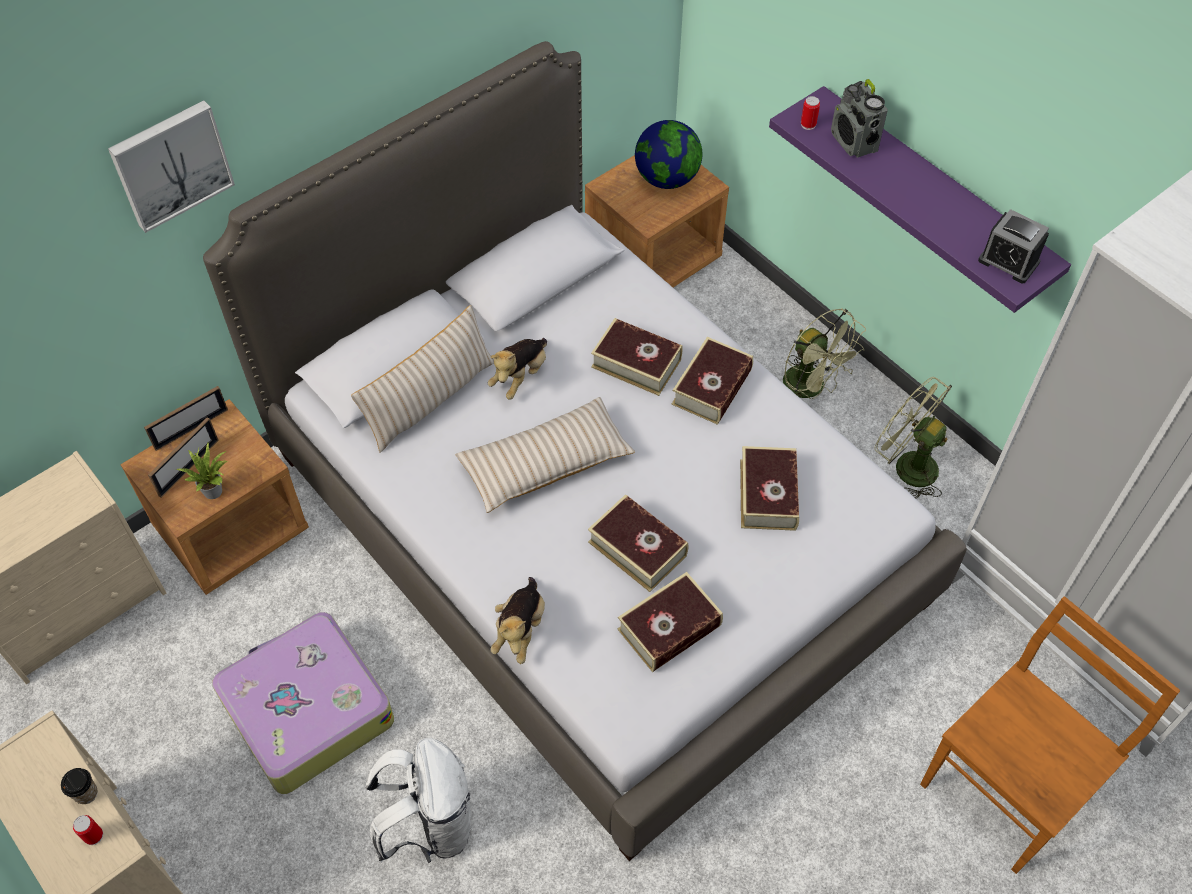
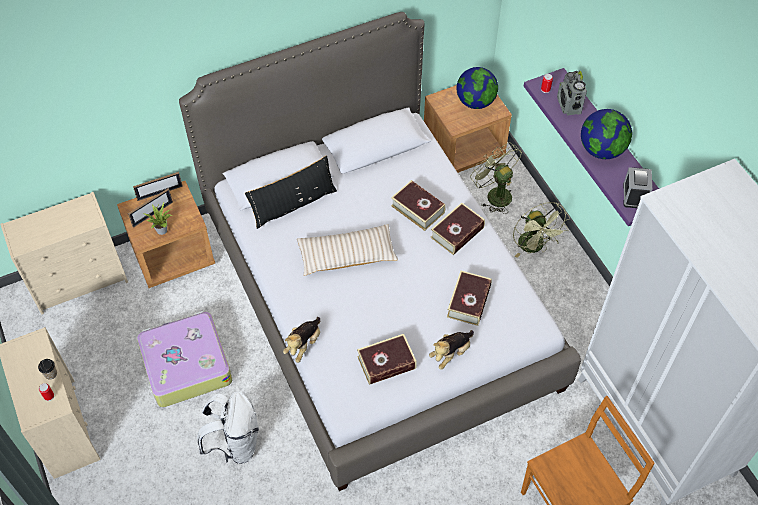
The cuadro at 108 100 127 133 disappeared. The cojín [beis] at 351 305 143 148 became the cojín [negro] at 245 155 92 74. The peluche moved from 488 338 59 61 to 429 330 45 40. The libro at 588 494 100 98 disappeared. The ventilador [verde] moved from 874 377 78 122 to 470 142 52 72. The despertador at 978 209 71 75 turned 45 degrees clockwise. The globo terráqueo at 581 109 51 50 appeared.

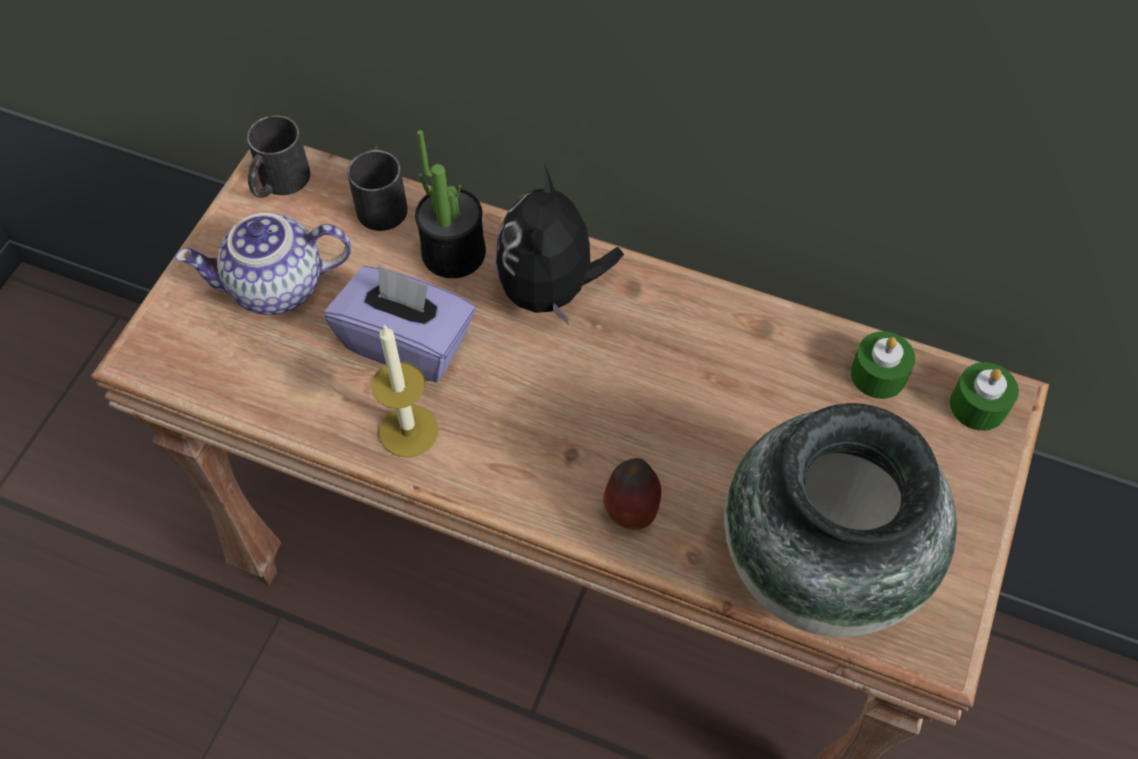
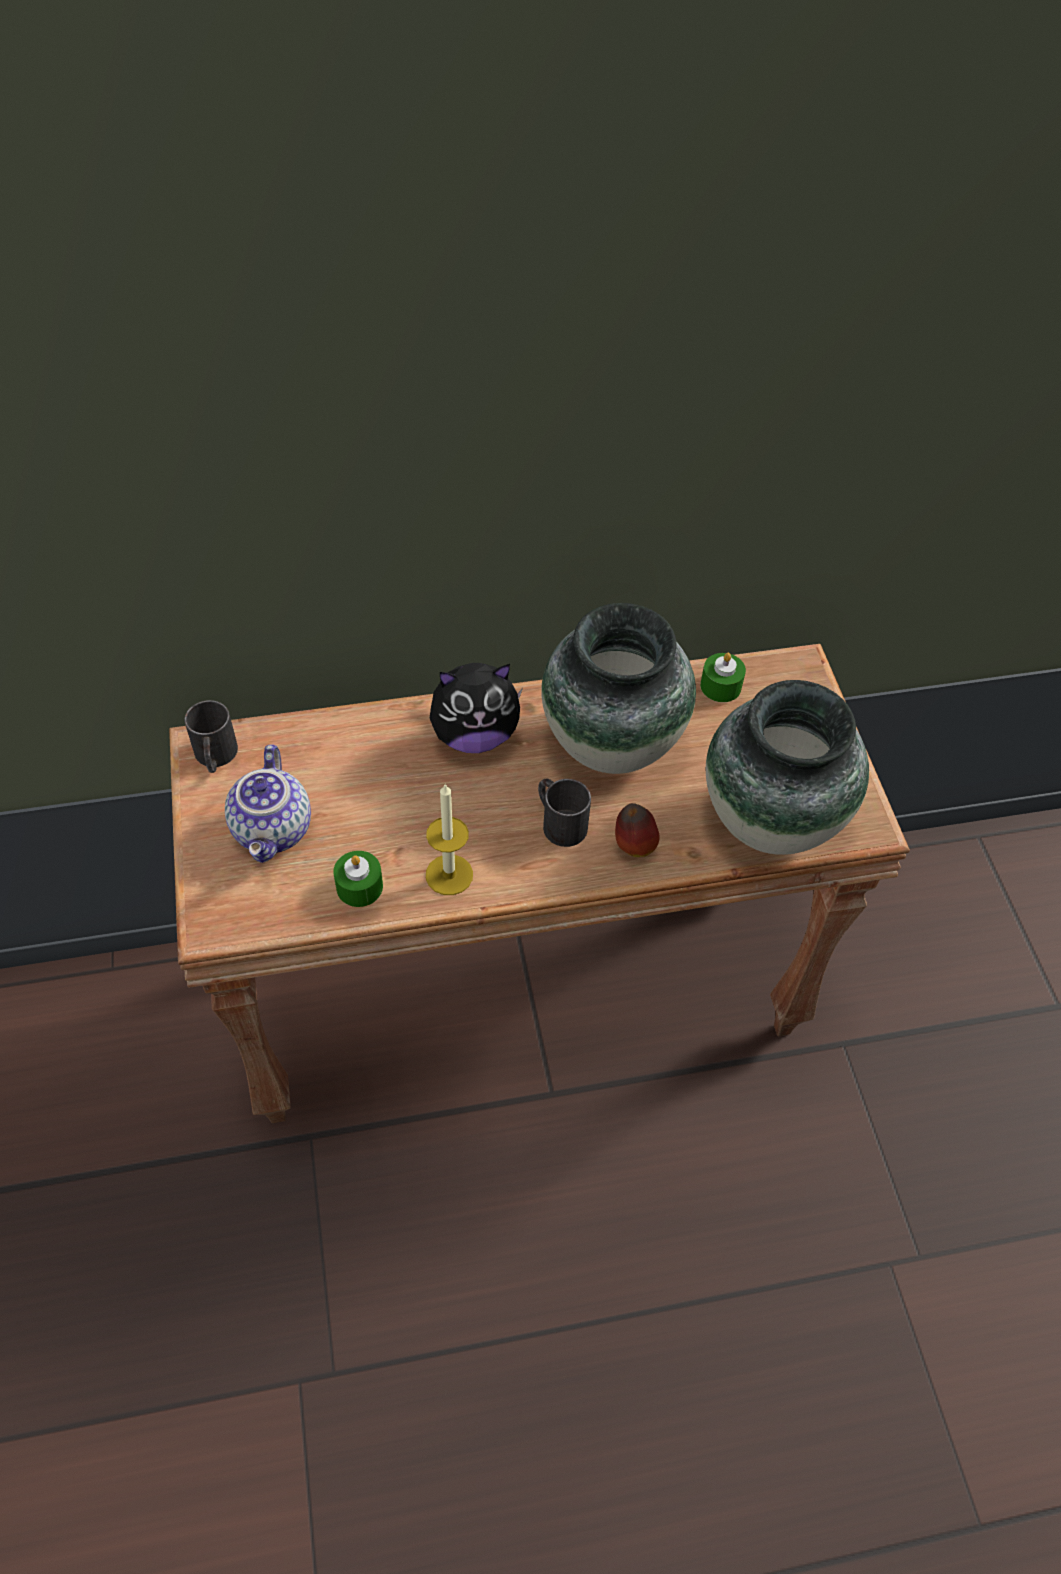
The tetera at 175 213 176 102 turned 45 degrees counterclockwise. The caja de pañuelos [morado] at 325 264 151 118 disappeared. The taza grande [negro] moved from 347 145 61 86 to 538 779 53 68. The planta en maceta at 415 130 71 148 disappeared. The peluche at 496 164 128 161 turned 75 degrees counterclockwise. The vela [verde] moved from 950 362 69 69 to 333 851 50 56. The florero at 542 603 154 171 appeared.

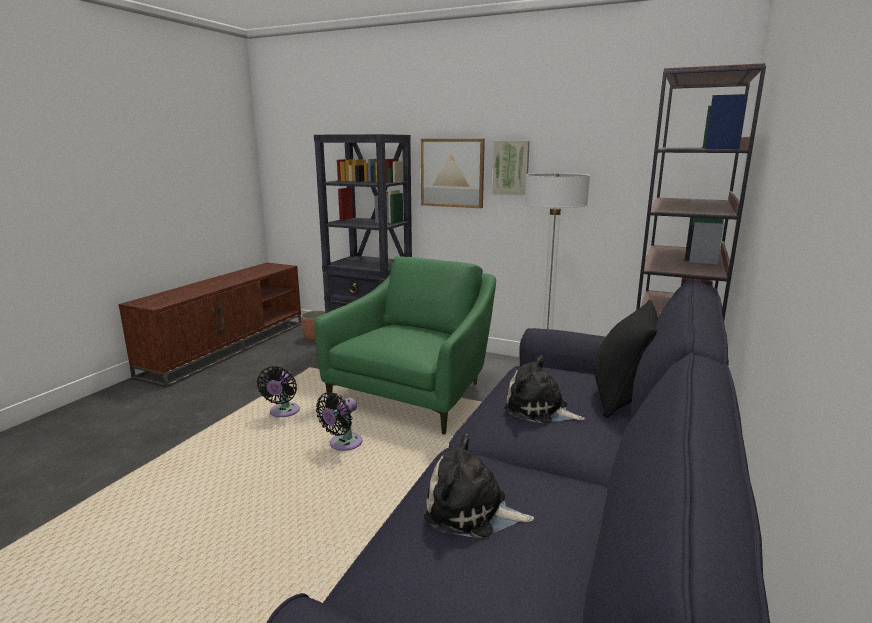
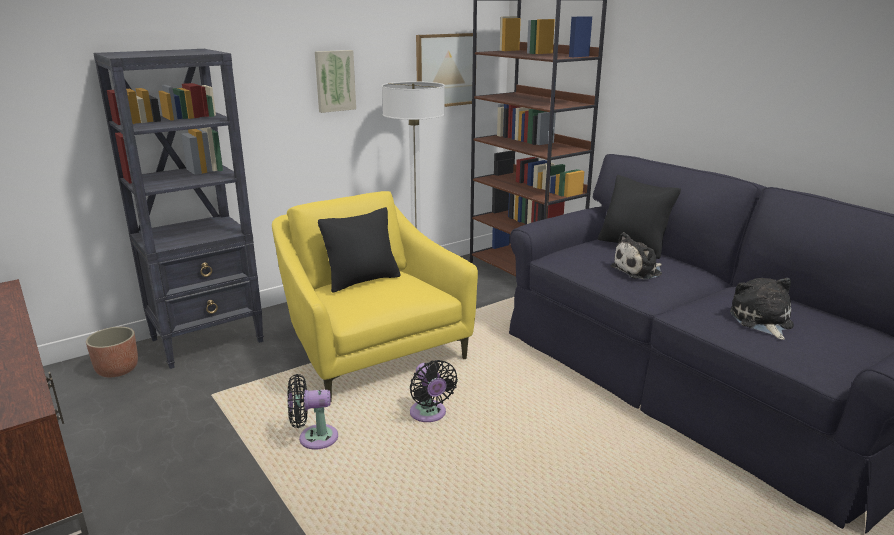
The ventilador [negro] at 257 366 43 51 turned 135 degrees clockwise. The sillón [verde] at 314 256 182 179 became the sillón [amarillo] at 272 191 206 211. The cuadro moved from 421 139 64 69 to 416 33 61 74. The peluche at 424 434 110 104 turned 135 degrees clockwise. The cojín [negro] at 318 207 82 86 appeared.

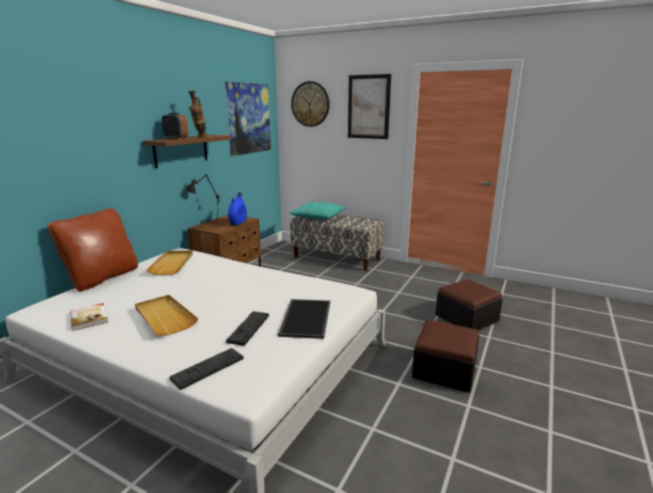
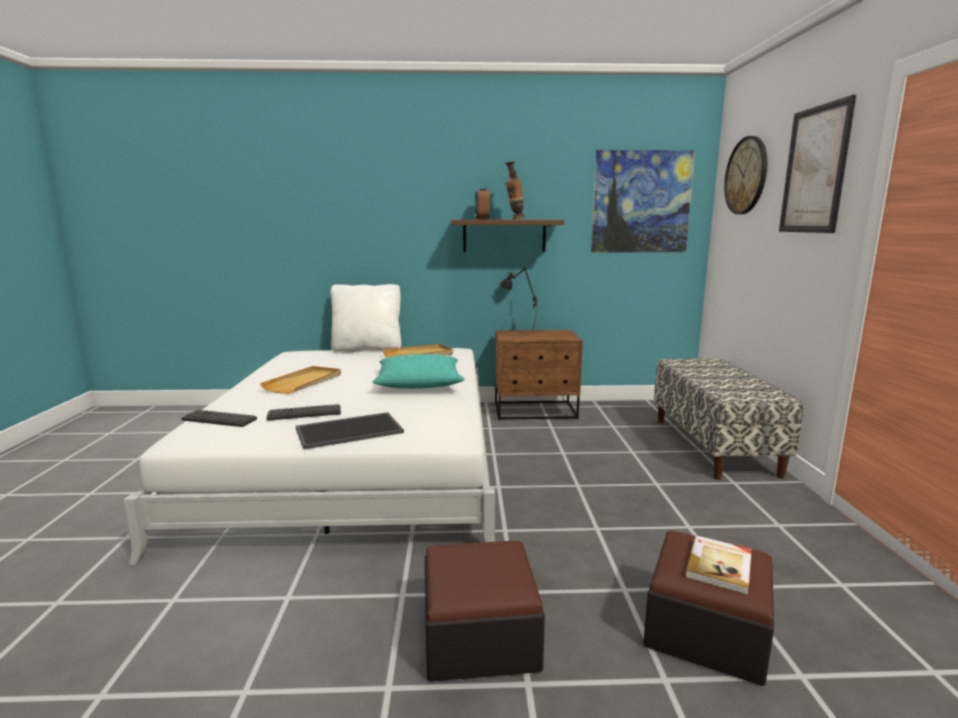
The cojín [marrón] at 48 208 90 84 became the cojín [blanco] at 331 284 70 69. The libro moved from 70 303 38 28 to 685 535 67 60. The florero [azul] at 228 192 19 33 disappeared. The cojín [turquesa] moved from 289 202 57 18 to 373 354 92 35.

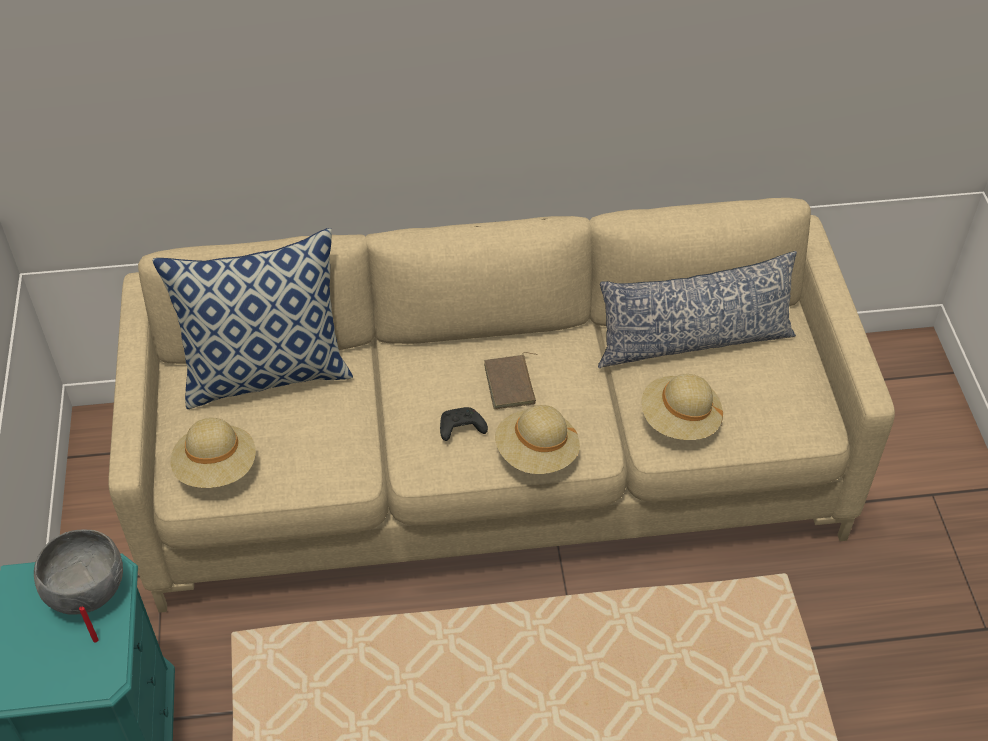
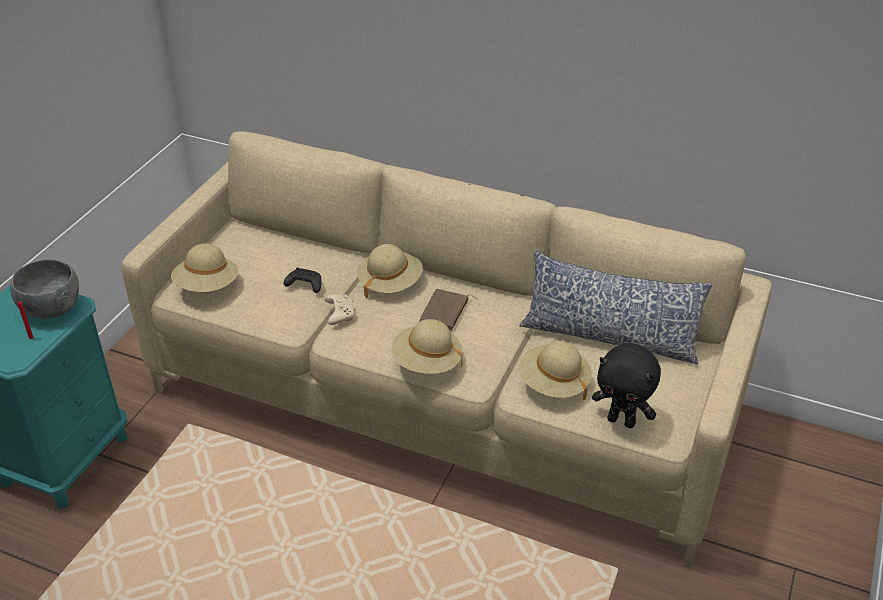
The cojín at 152 228 201 181 disappeared. The mando de consola [negro] moved from 440 407 48 34 to 284 268 37 25. The mando de consola [beis] at 325 294 29 31 appeared. The sombrero [beis] at 357 244 66 54 appeared. The peluche [negro] at 592 343 69 85 appeared.

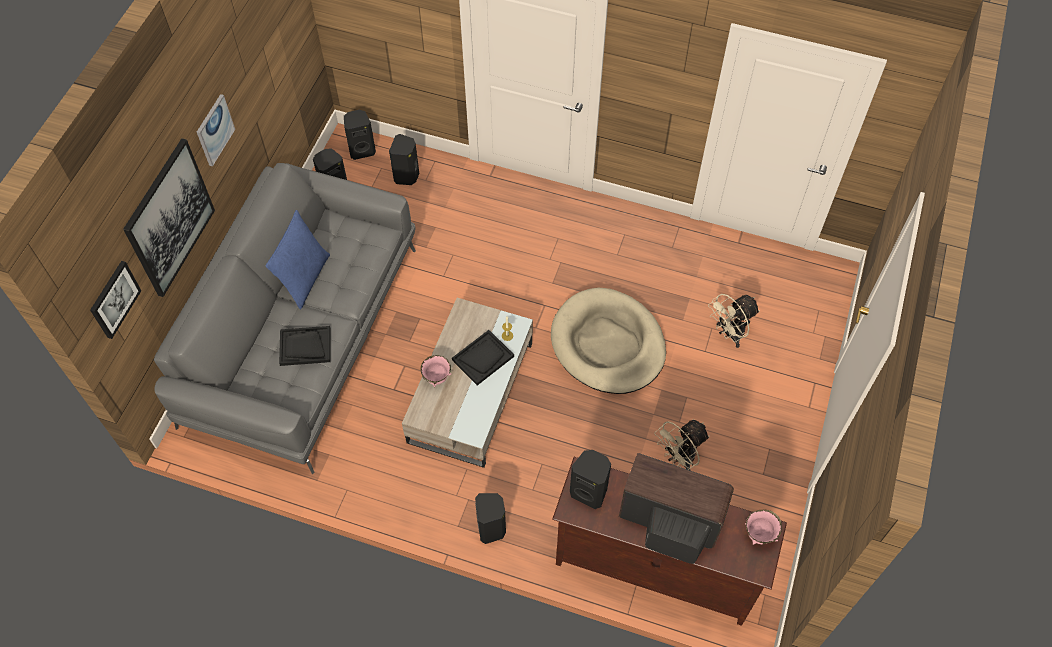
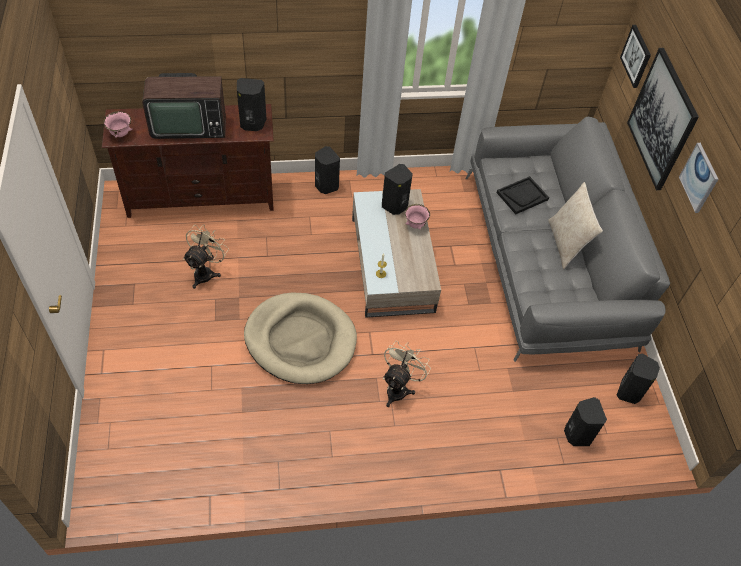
The cojín [azul] at 265 210 65 100 became the cojín [beis] at 548 182 55 87. The altavoz [negro] moved from 344 110 32 50 to 382 164 31 51. The bandeja [negro] at 452 330 62 55 disappeared. The ventilador [beis] moved from 708 294 52 54 to 383 341 48 66.

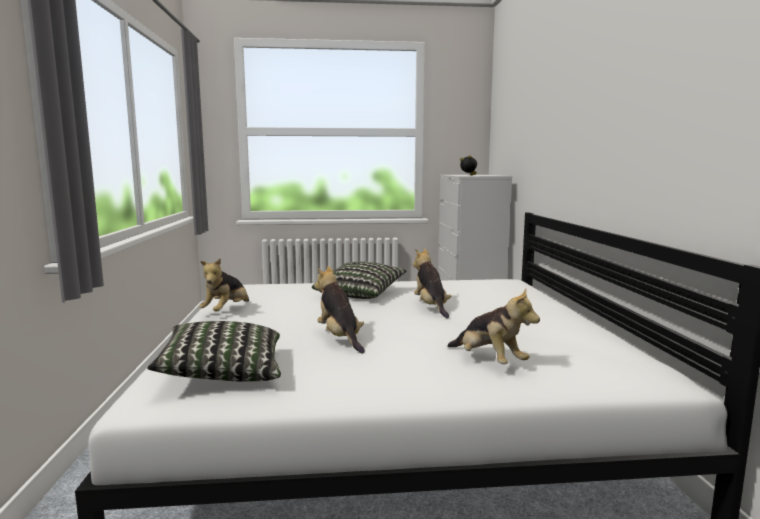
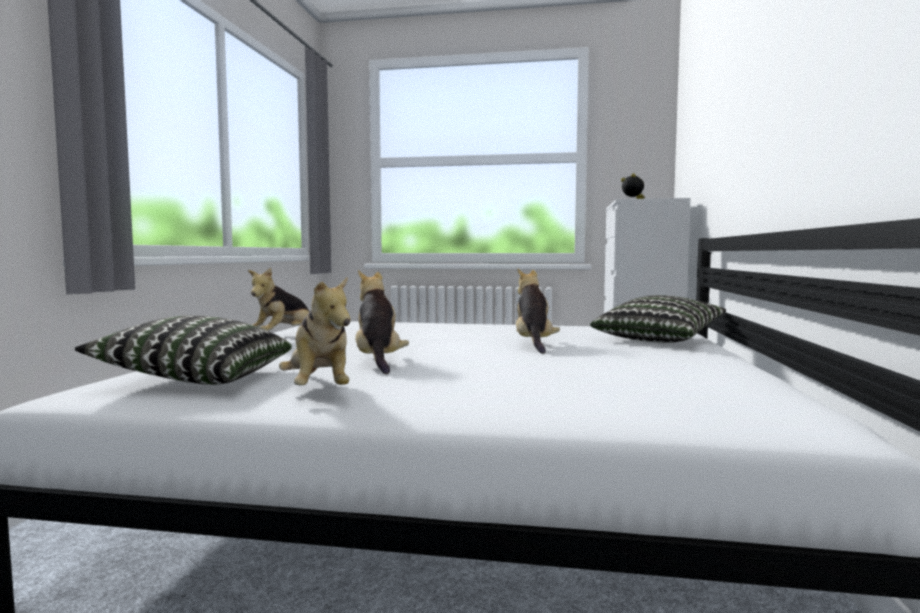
The cojín moved from 312 262 95 37 to 590 295 136 48. The peluche moved from 447 288 93 76 to 279 276 72 109.

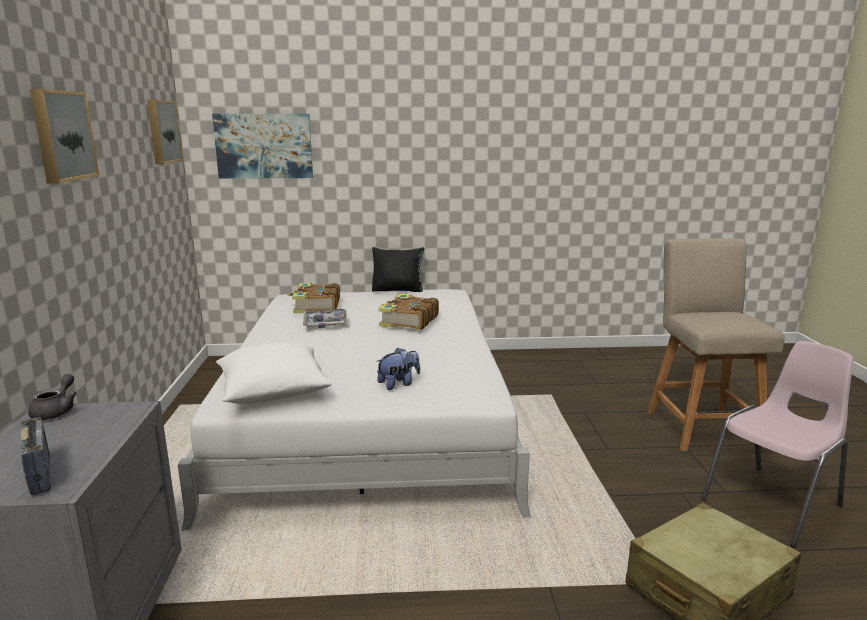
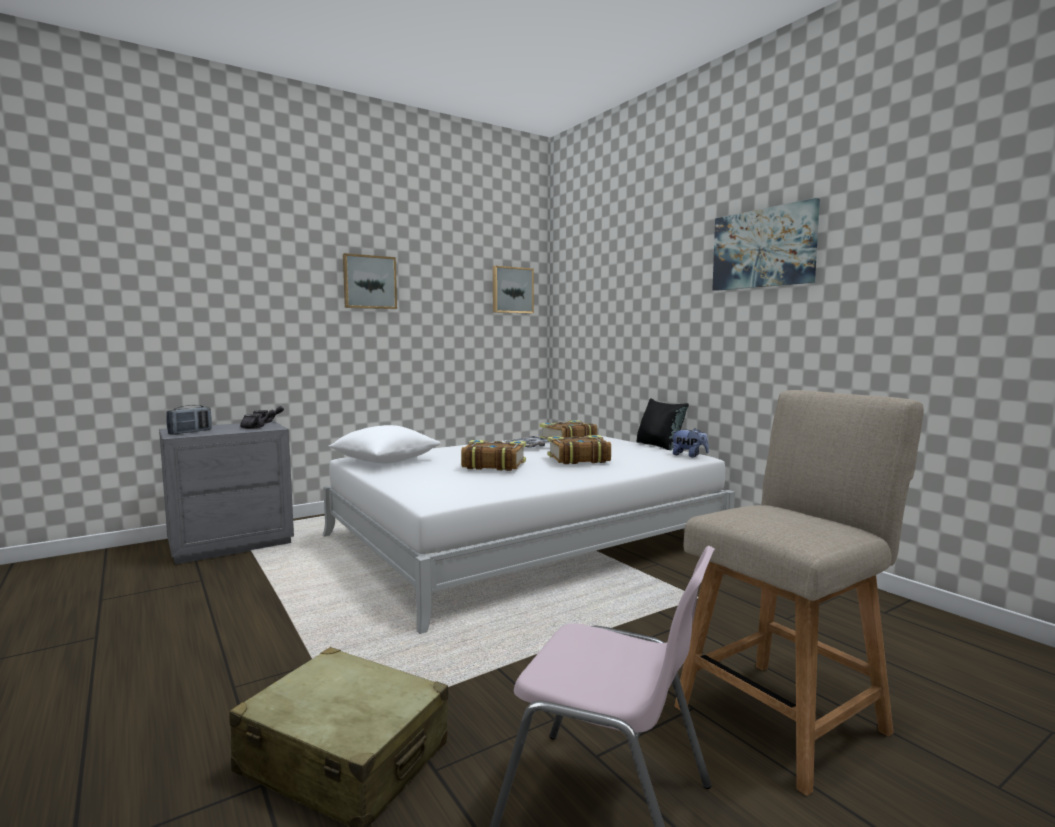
The cuadro moved from 212 114 101 65 to 712 198 108 93. The peluche moved from 376 348 44 42 to 672 428 37 30. The tetera [gris] at 240 410 36 19 appeared. The libro at 461 440 65 31 appeared.

